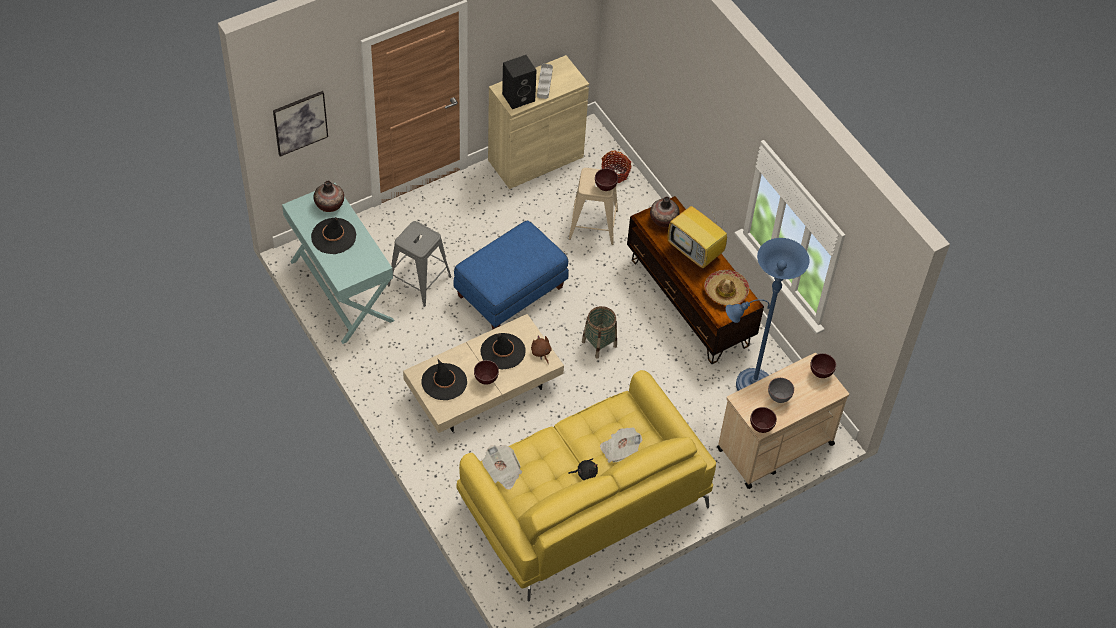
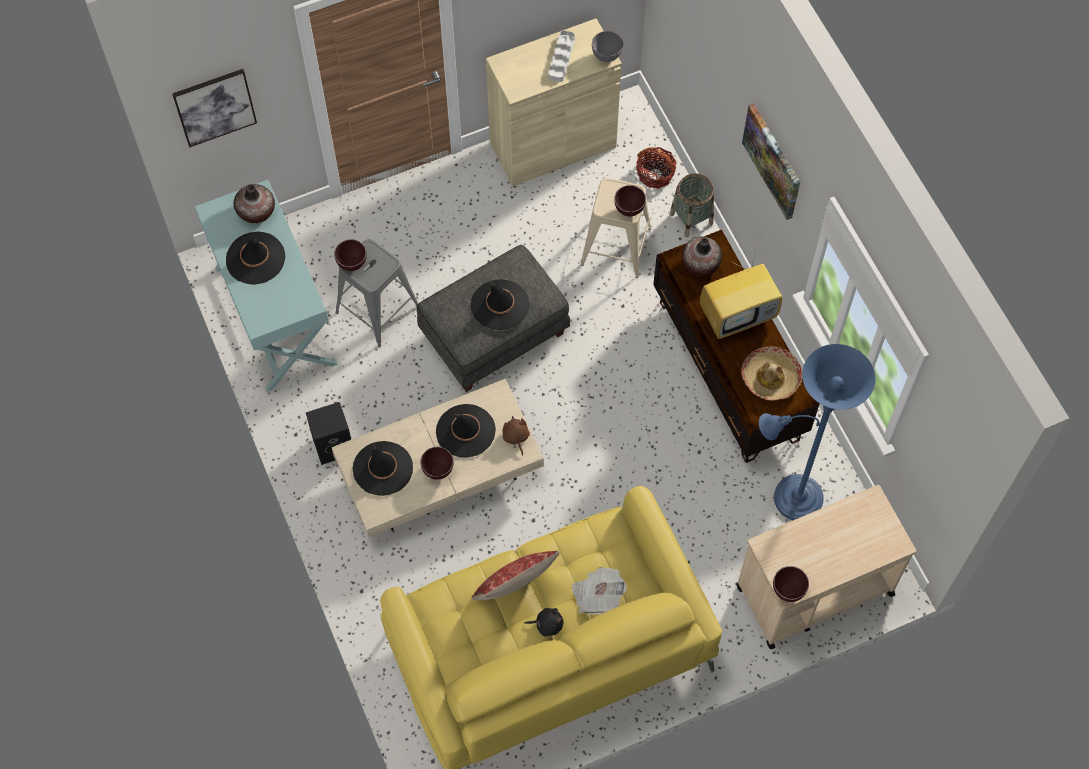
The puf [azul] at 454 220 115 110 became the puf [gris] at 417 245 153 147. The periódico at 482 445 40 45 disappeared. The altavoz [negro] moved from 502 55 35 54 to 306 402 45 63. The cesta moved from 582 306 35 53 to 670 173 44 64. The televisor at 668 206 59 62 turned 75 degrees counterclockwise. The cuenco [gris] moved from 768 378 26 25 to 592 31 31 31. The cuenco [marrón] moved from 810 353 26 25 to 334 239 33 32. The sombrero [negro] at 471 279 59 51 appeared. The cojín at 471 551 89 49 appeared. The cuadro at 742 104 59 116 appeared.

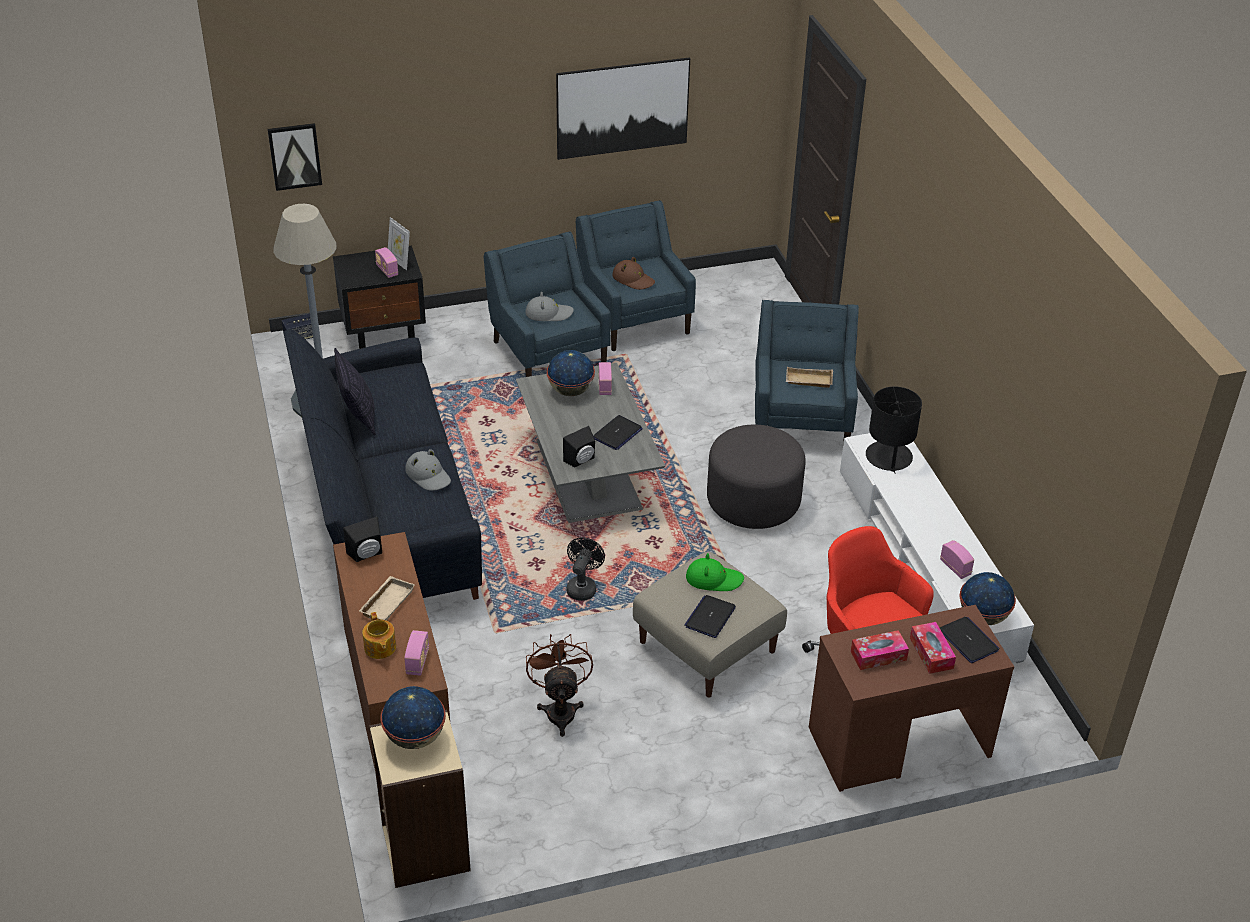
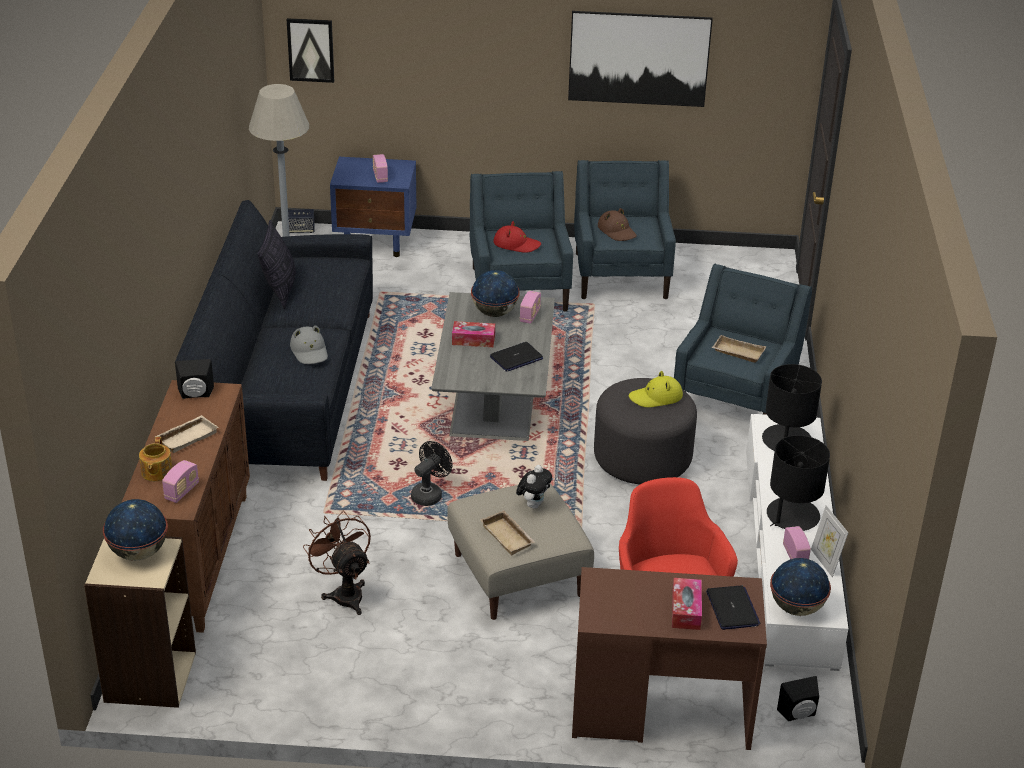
The mesita de noche [negro] at 333 246 93 103 became the mesita de noche [azul] at 330 157 86 100. The portarretratos moved from 388 217 22 54 to 811 505 37 72. The sombrero [gris] at 525 292 49 29 became the sombrero [rojo] at 494 221 47 32. The ventilador [marrón] at 526 634 67 103 turned 45 degrees counterclockwise. The altavoz [negro] moved from 563 426 32 41 to 777 676 42 45. The portátil at 684 595 52 43 was replaced by the bandeja [beis] at 480 511 55 44. The sombrero [verde] at 686 553 58 38 was replaced by the peluche at 516 465 36 44. The caja de pañuelos moved from 851 630 58 40 to 452 321 43 26. The sombrero [amarillo] at 629 371 54 36 appeared. The lámpara de mesa [negro] at 767 435 63 96 appeared.

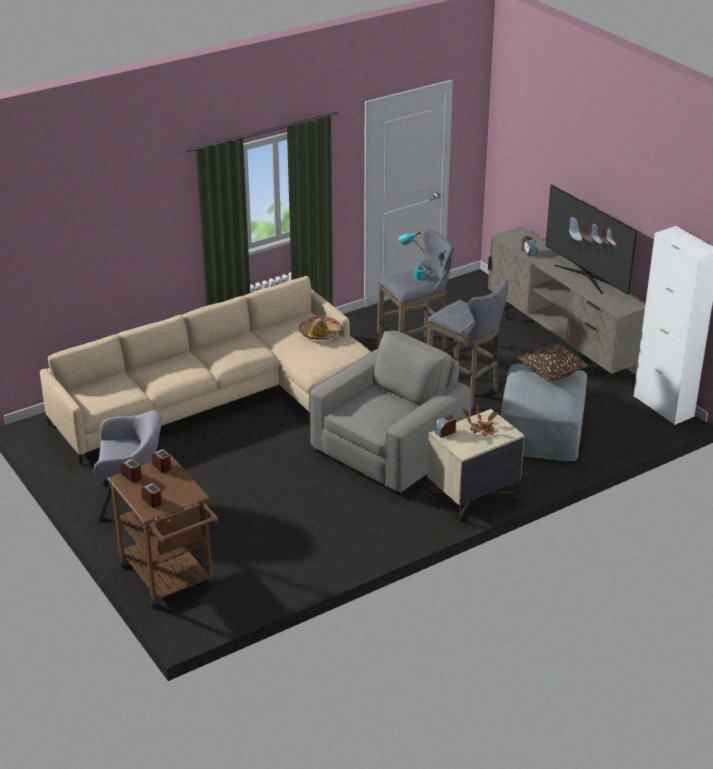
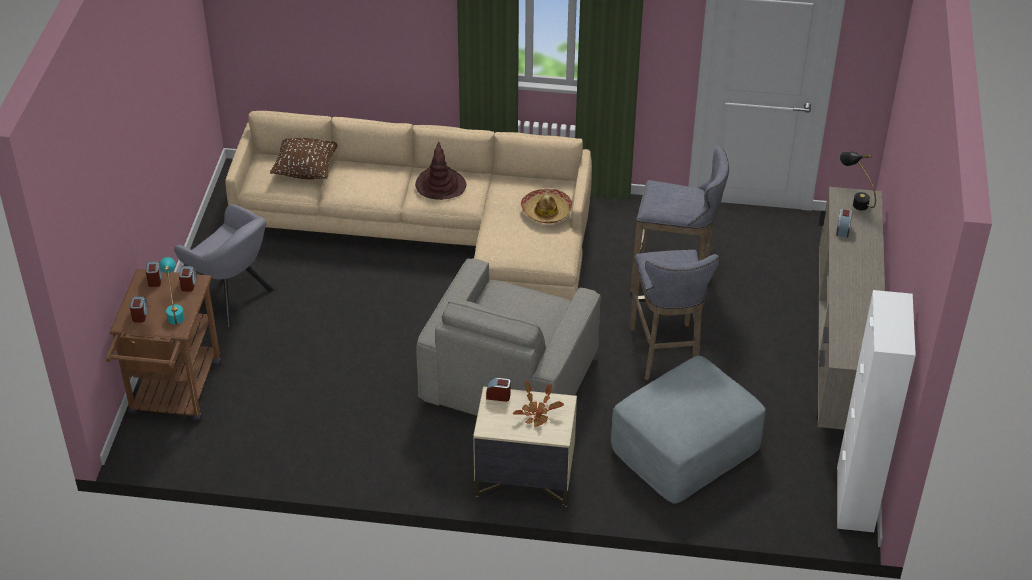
The sillón [gris] at 309 330 163 165 turned 120 degrees clockwise. The lámpara de mesa [turquesa] moved from 398 230 33 49 to 159 257 25 68. The cojín [marrón] moved from 518 343 70 39 to 270 138 67 42. The televisor at 546 185 91 110 disappeared. The sombrero [marrón] at 415 142 51 58 appeared. The lámpara de mesa [negro] at 840 152 36 59 appeared.

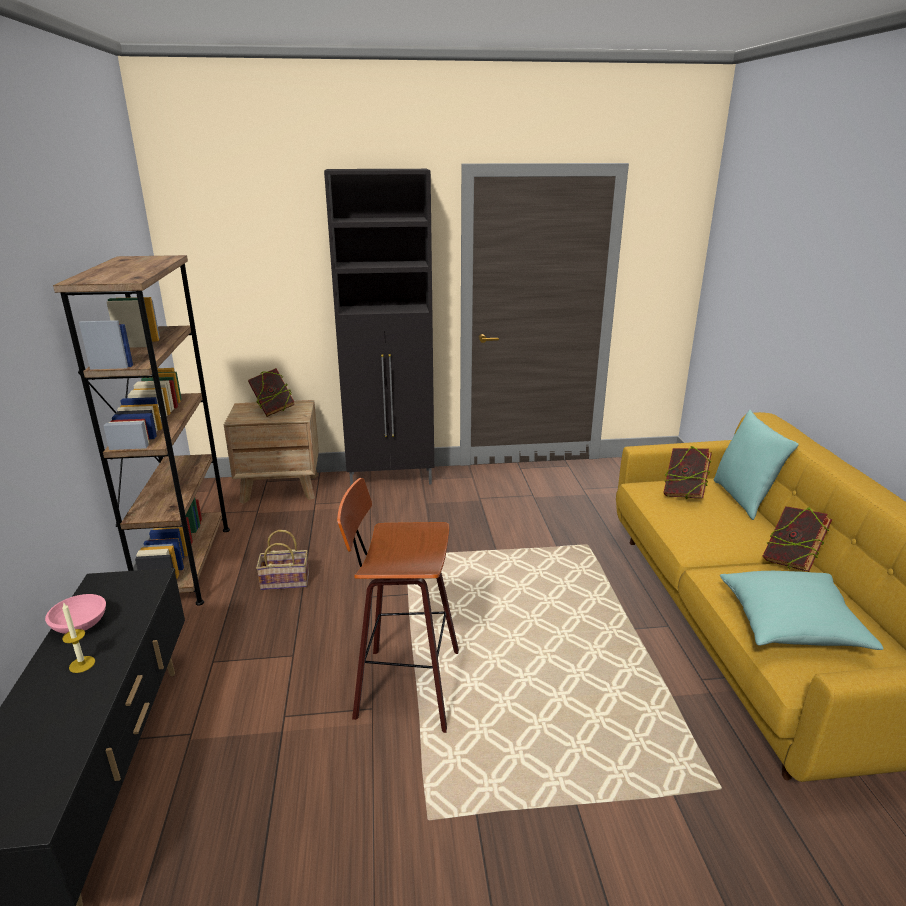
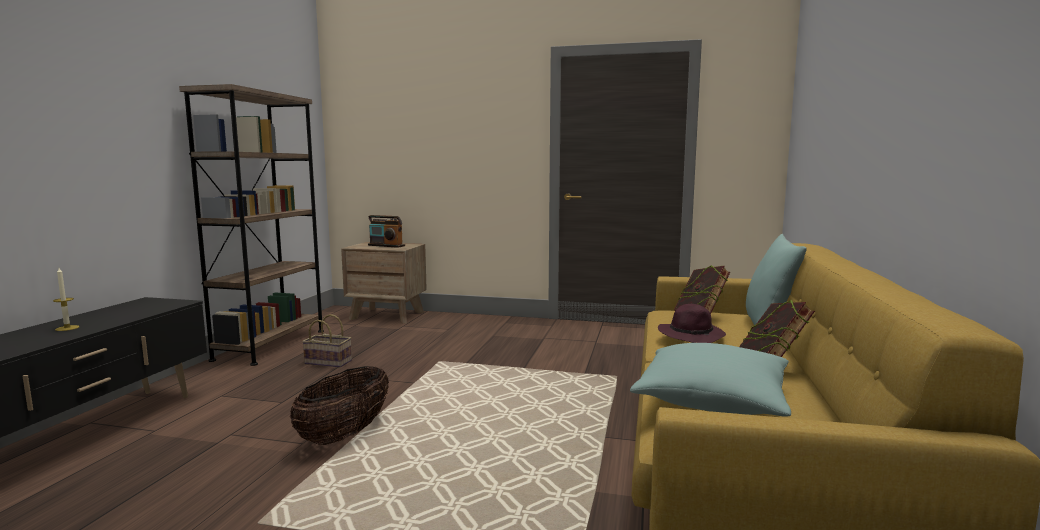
The cuenco [rosa] at 45 594 61 40 disappeared. The libro at 248 368 47 49 was replaced by the radio at 368 215 37 33. The armario [negro] at 324 169 110 317 disappeared. The taburete at 337 478 122 255 was replaced by the cesta at 290 366 99 79. The sombrero [morado] at 658 304 68 39 appeared.

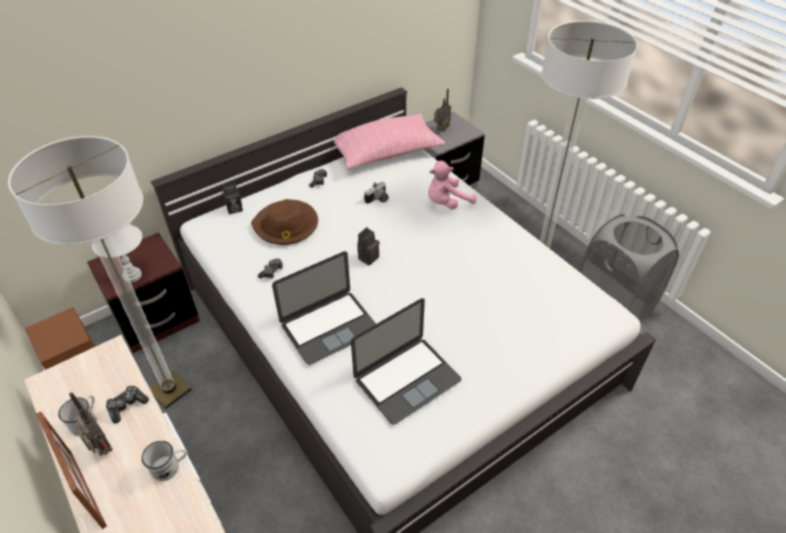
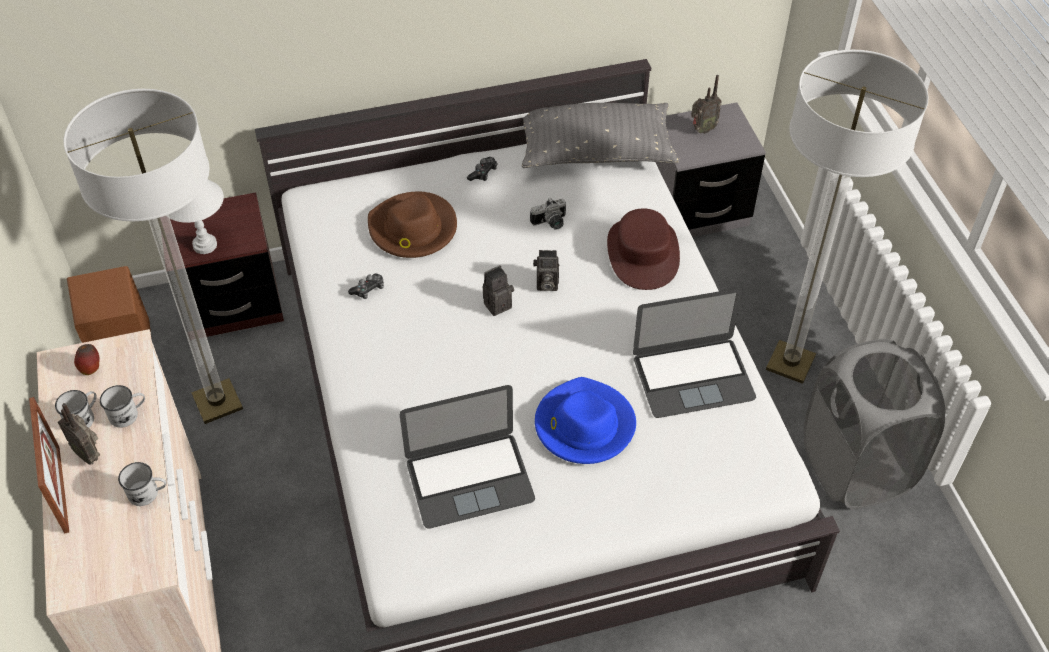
The radio at 69 392 44 64 turned 150 degrees clockwise. The mando de consola at 106 386 43 38 was replaced by the taza grande [blanco] at 100 385 45 43. The cámara moved from 221 182 22 32 to 533 250 26 41. The portátil moved from 272 251 104 114 to 633 288 123 130. The cojín [rosa] at 333 113 112 56 became the cojín [gris] at 521 103 158 65. The peluche [rosa] at 428 161 49 49 was replaced by the sombrero [marrón] at 607 208 73 82. The manzana at 74 344 26 31 appeared. The sombrero [azul] at 535 377 101 87 appeared.

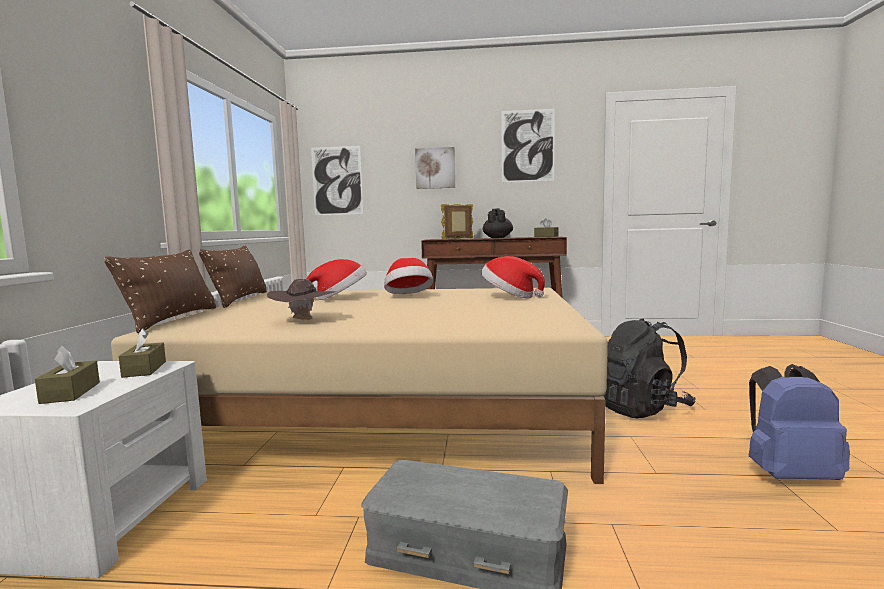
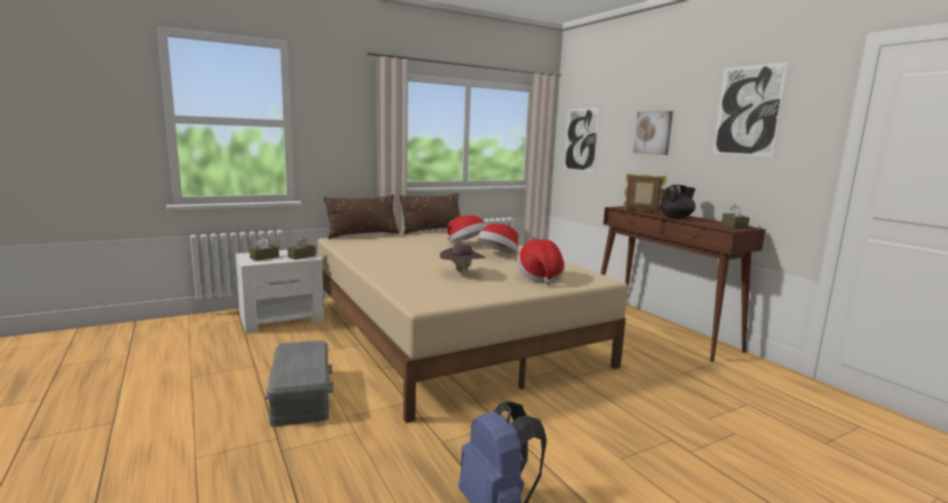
The sombrero [marrón] moved from 267 279 70 41 to 440 243 45 31. The mochila [negro] at 603 318 93 100 disappeared.

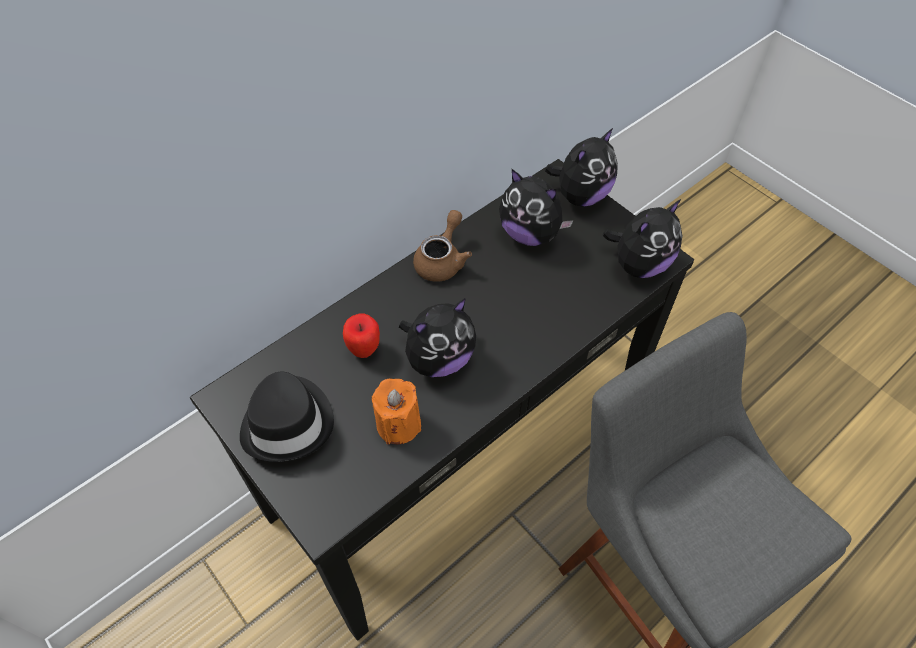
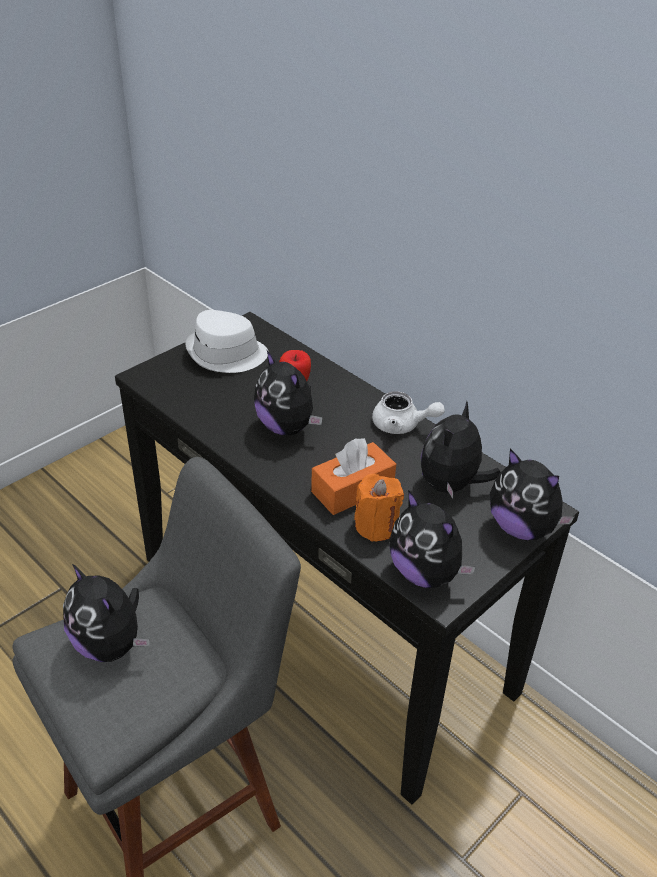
The sombrero [negro] at 240 372 94 90 became the sombrero [blanco] at 185 310 83 63. The vela [naranja] moved from 372 378 49 67 to 354 474 50 68. The tetera [marrón] at 413 210 59 72 became the tetera [blanco] at 372 391 73 43. The peluche at 63 564 87 98 appeared. The caja de pañuelos [naranja] at 311 438 85 77 appeared.

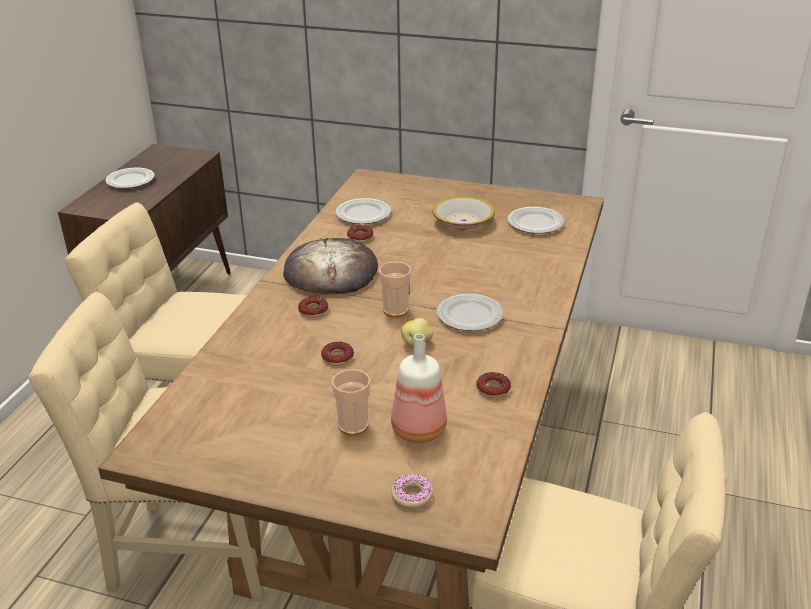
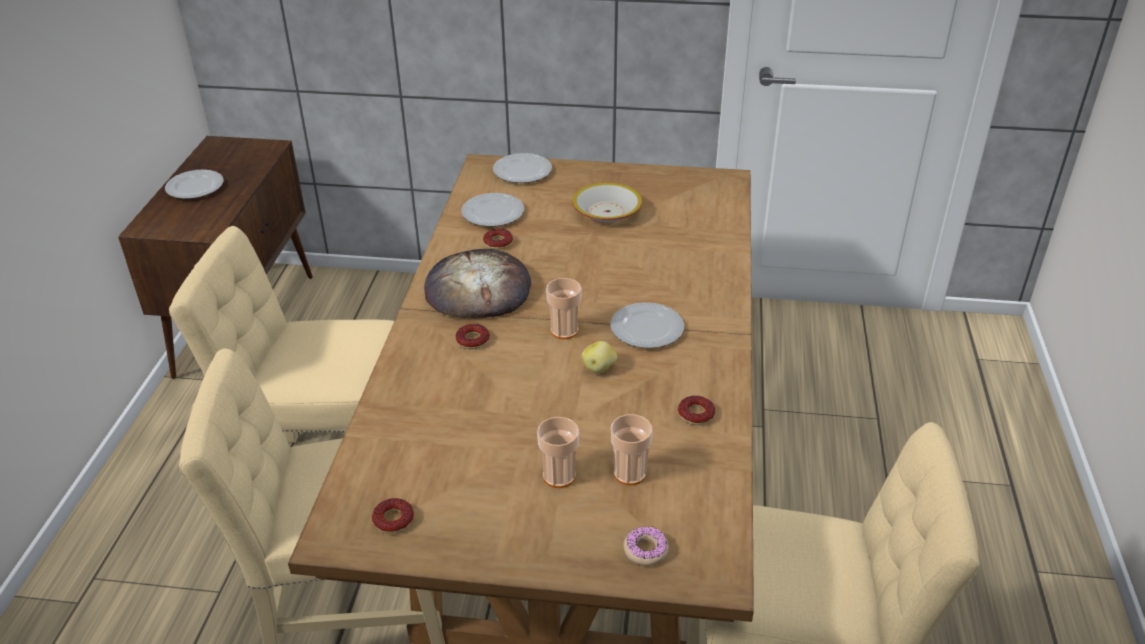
The rosquilla moved from 321 342 33 23 to 372 498 42 36. The botella at 391 334 56 109 was replaced by the taza at 611 414 42 71. The plato moved from 508 207 57 27 to 493 153 59 30.

